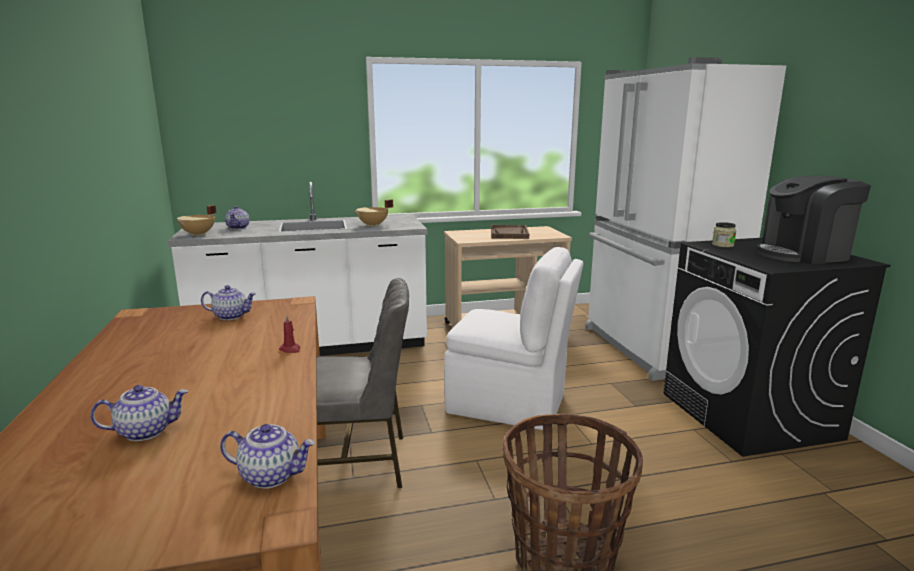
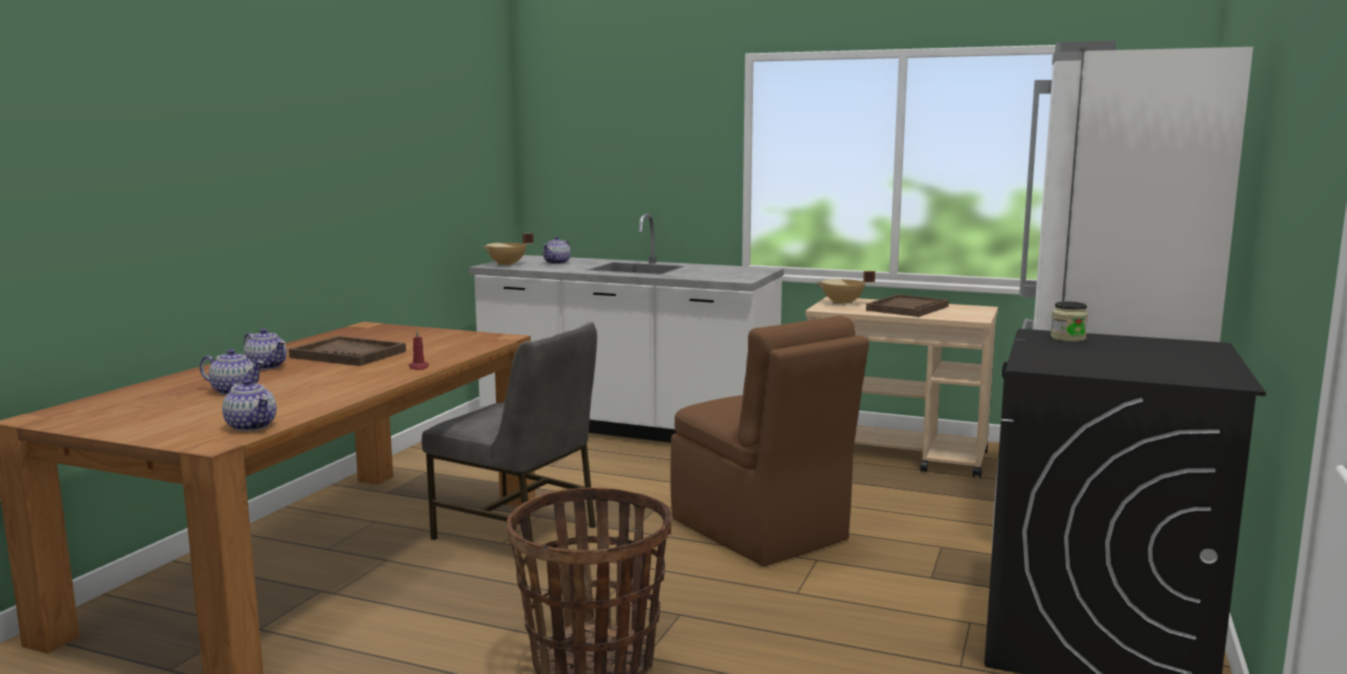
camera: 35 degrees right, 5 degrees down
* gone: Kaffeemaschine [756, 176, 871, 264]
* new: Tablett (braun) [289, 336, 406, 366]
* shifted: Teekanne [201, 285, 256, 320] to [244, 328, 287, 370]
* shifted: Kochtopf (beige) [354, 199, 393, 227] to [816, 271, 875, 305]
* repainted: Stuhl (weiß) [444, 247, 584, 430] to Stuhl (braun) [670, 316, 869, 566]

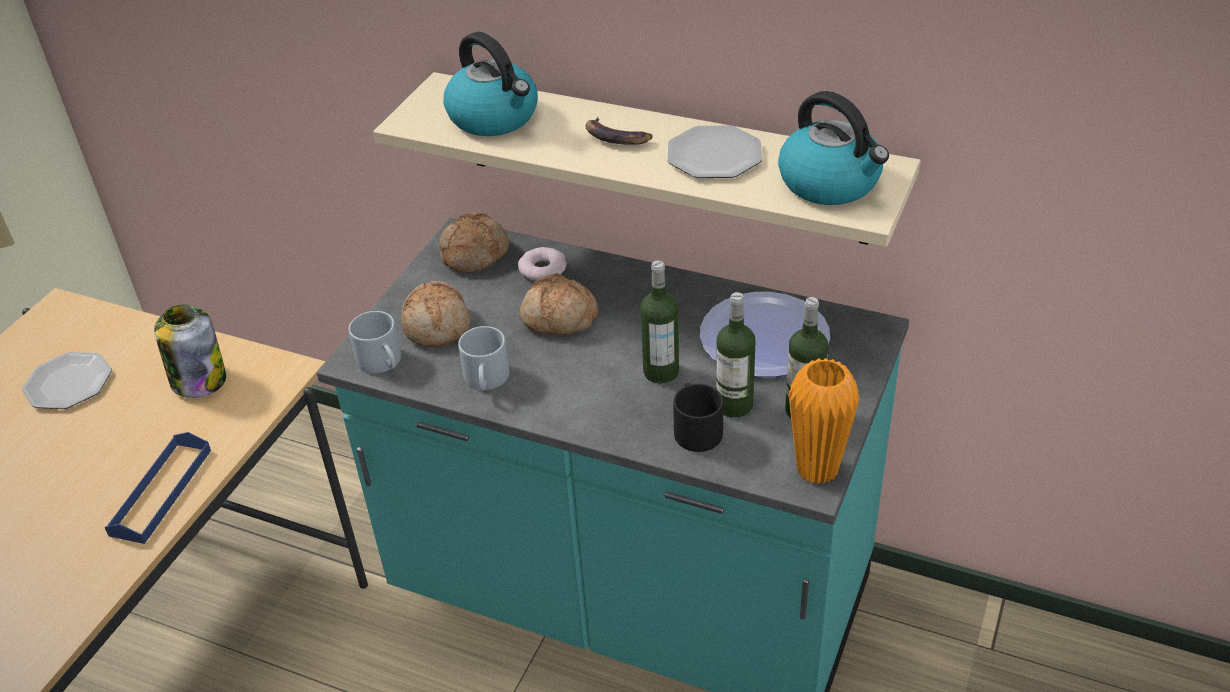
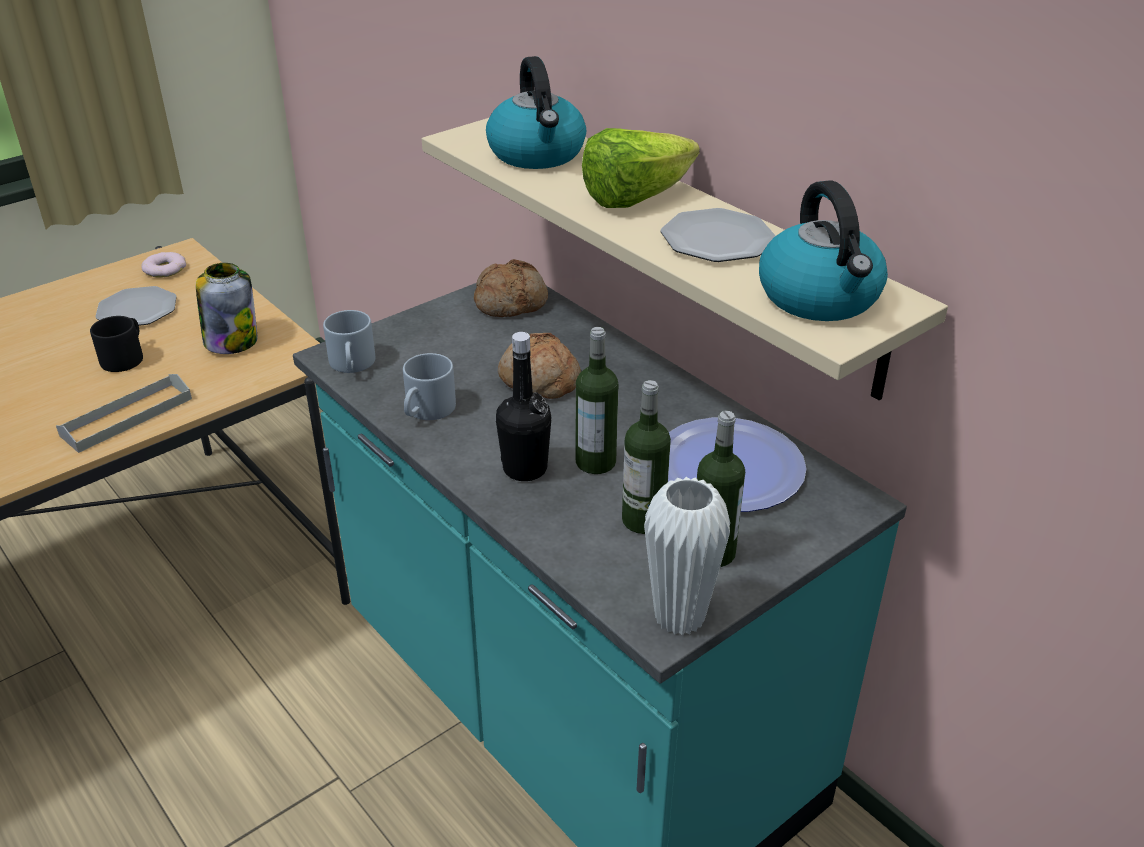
camera: 25 degrees right, 5 degrees down
* gone: Brot [401, 281, 470, 347]
* new: Flasche (schwarz) [496, 332, 552, 481]
* shifted: Donut [518, 247, 567, 281] to [141, 252, 186, 277]
* shifted: Henkelbecher (schwarz) [673, 383, 724, 452] to [90, 316, 143, 372]
* swapped: Banane [585, 117, 653, 145] to Salatkopf [582, 128, 700, 208]
* repainted: Tablett (blau) [104, 432, 211, 544] to Tablett (grau) [56, 374, 192, 453]
* repainted: Vase (orange) [789, 358, 859, 485] to Vase (weiß) [644, 477, 730, 635]

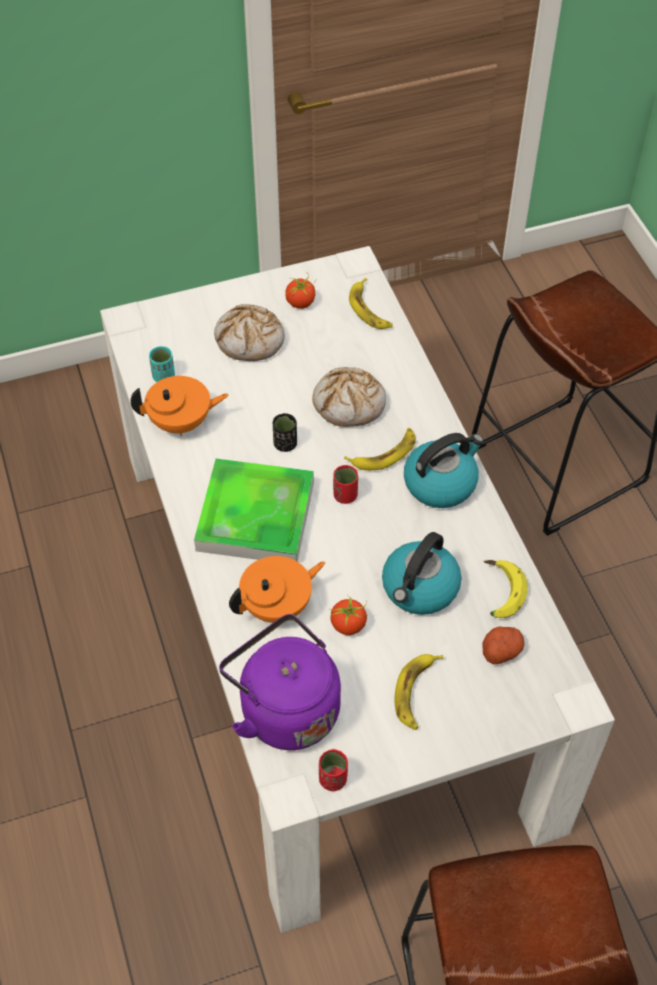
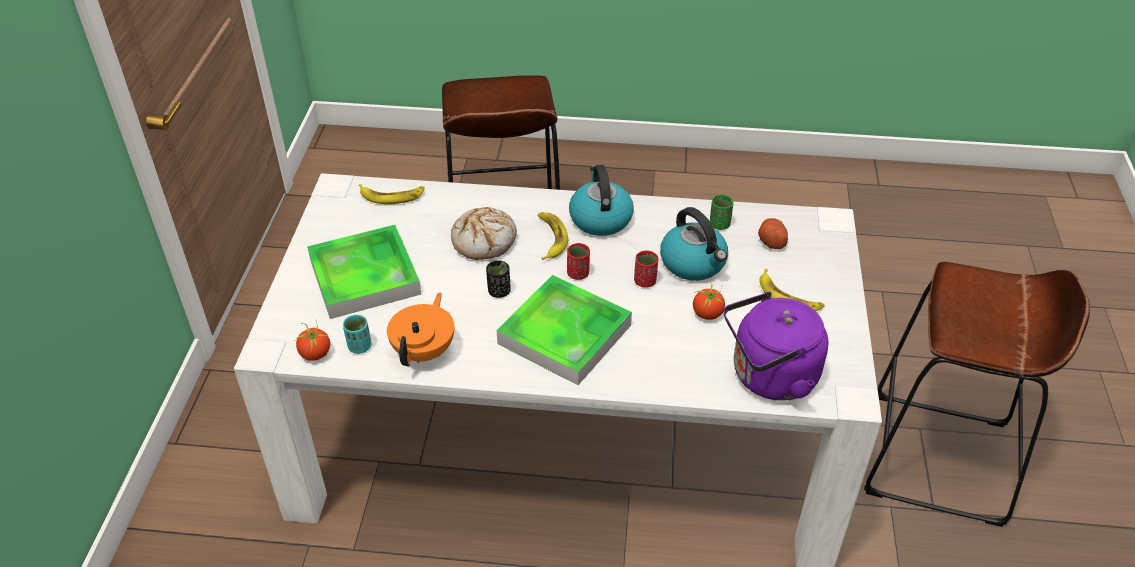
camera: 65 degrees left, 10 degrees down
* gone: Teekanne (orange) [229, 556, 325, 623]
* shifted: Tomate [285, 274, 317, 309] to [294, 322, 330, 361]
* shifted: Tasse (rot) [319, 749, 348, 791] to [634, 250, 658, 288]
* swapped: Brot [214, 304, 285, 361] to Tablett [307, 224, 421, 319]
* swapped: Banane [484, 560, 528, 618] to Tasse (grün) [710, 195, 734, 230]

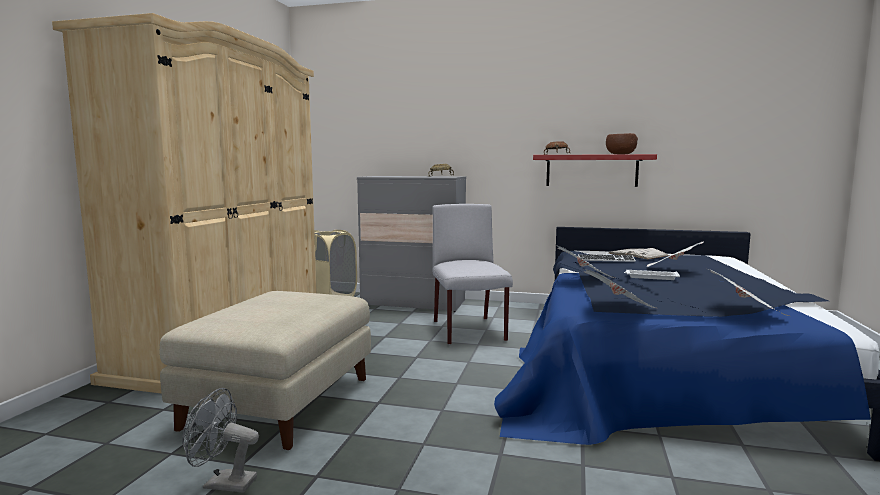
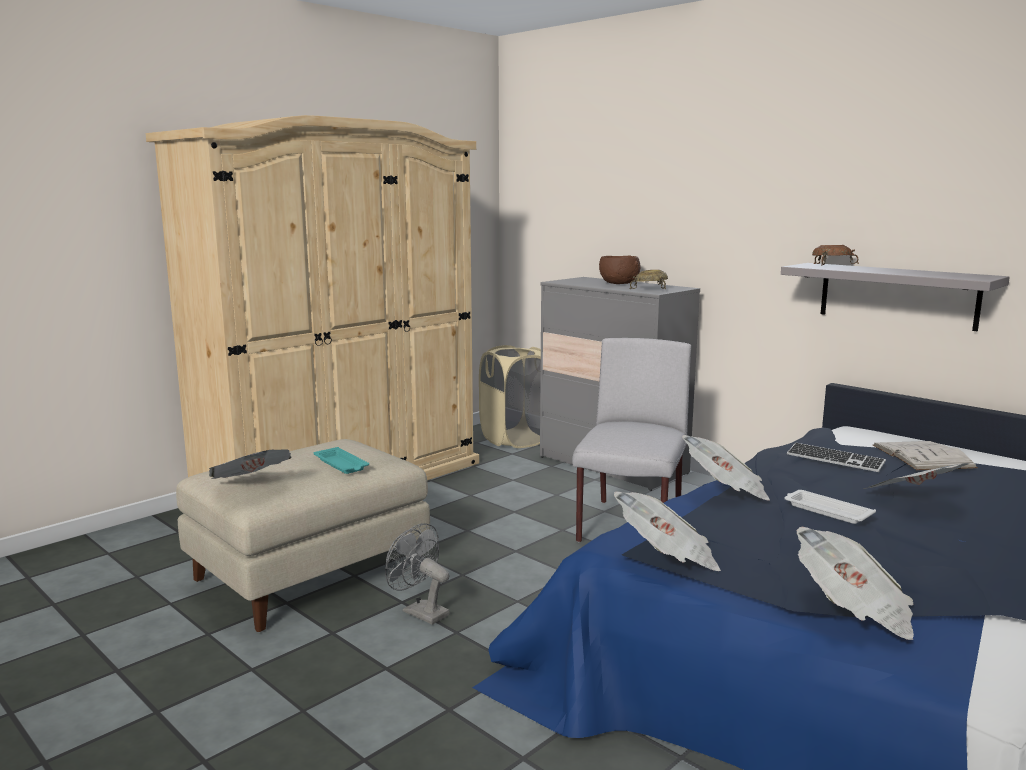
camera: 30 degrees right, 5 degrees up
* new: Zeitung [209, 449, 291, 479]
* new: Tablett (türkis) [314, 447, 369, 474]
* shifted: Ventilator (grau) [182, 388, 259, 493] to [385, 523, 450, 625]
* shifted: Schüssel (braun) [606, 133, 638, 154] to [599, 255, 641, 284]
* repainted: Wandregal (rot) [533, 154, 657, 187] to Wandregal (grau) [781, 263, 1010, 331]

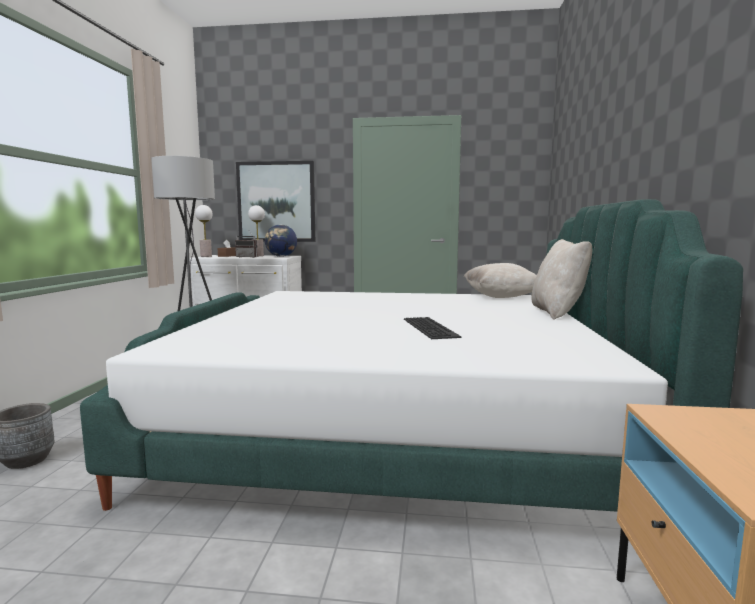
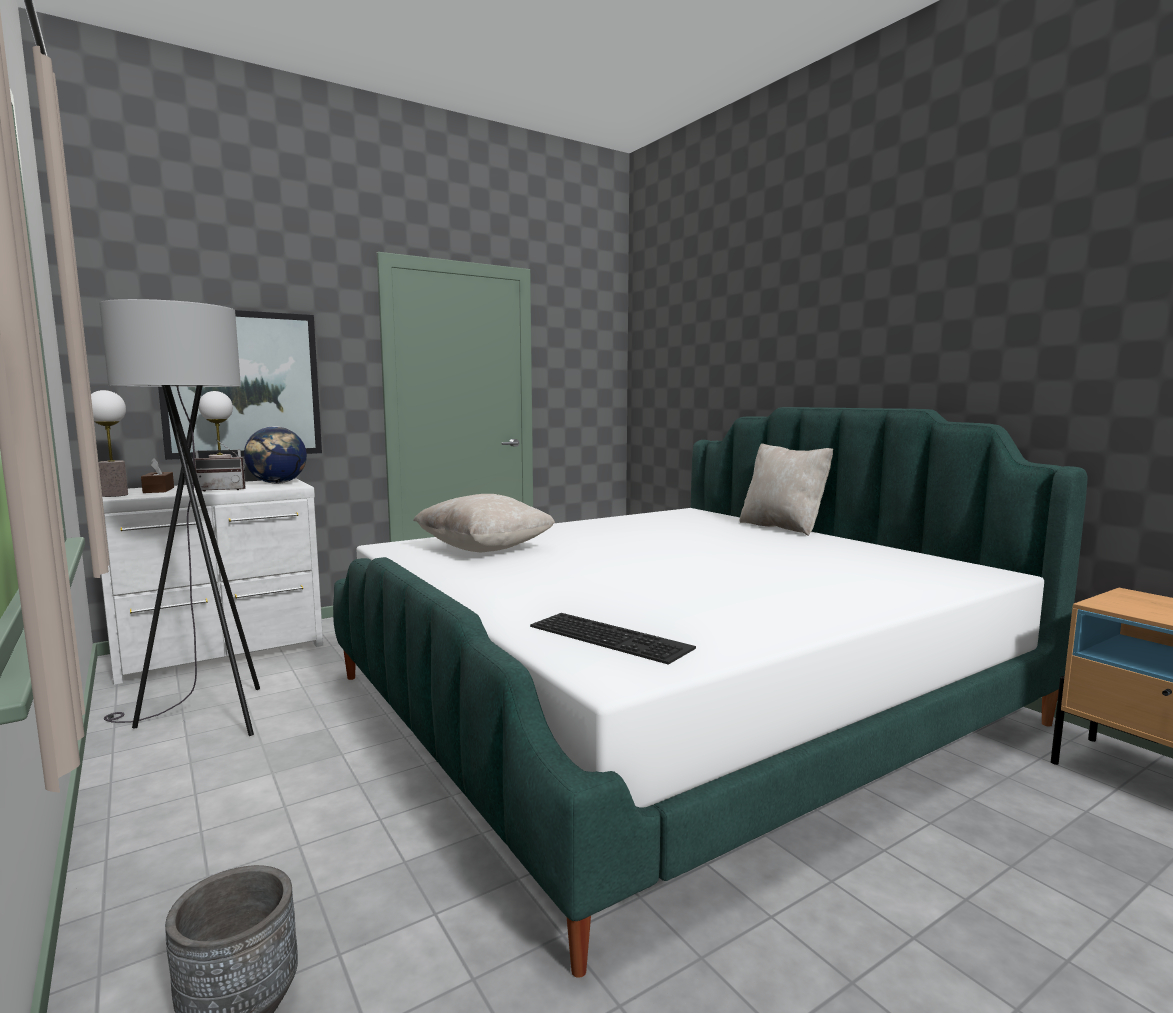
camera: 40 degrees left, 0 degrees up
* shifted: Tastatur [404, 317, 461, 339] to [530, 613, 696, 665]
* shifted: Kissen (beige) [464, 263, 537, 298] to [413, 494, 555, 552]

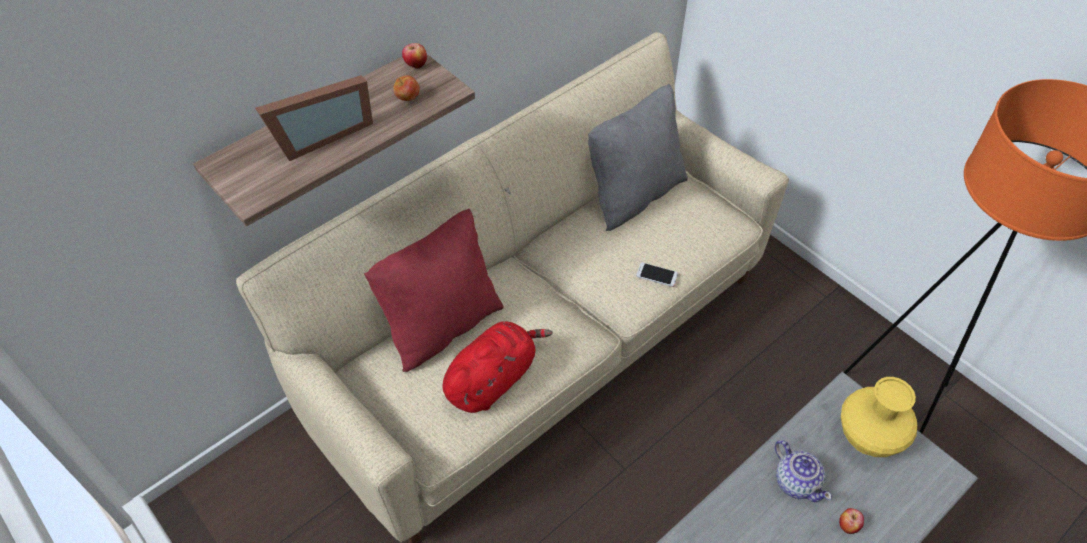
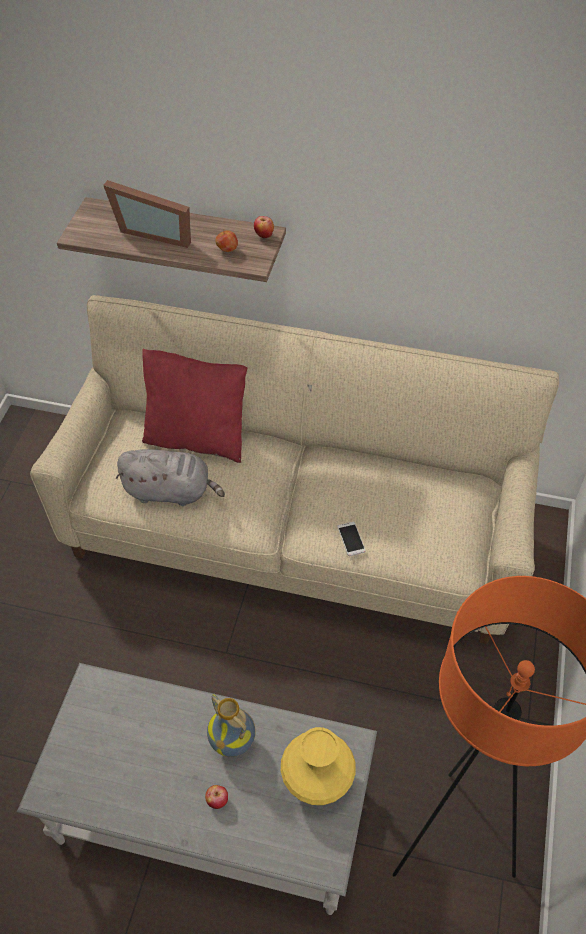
camera: 55 degrees right, 0 degrees up
* gone: Kissen (grau) [588, 84, 688, 231]
* swapped: Teekanne [775, 440, 832, 502] to Vase [207, 694, 256, 757]
* repainted: Plüschtier (rot) [442, 321, 553, 413] to Plüschtier (grau) [116, 449, 225, 506]

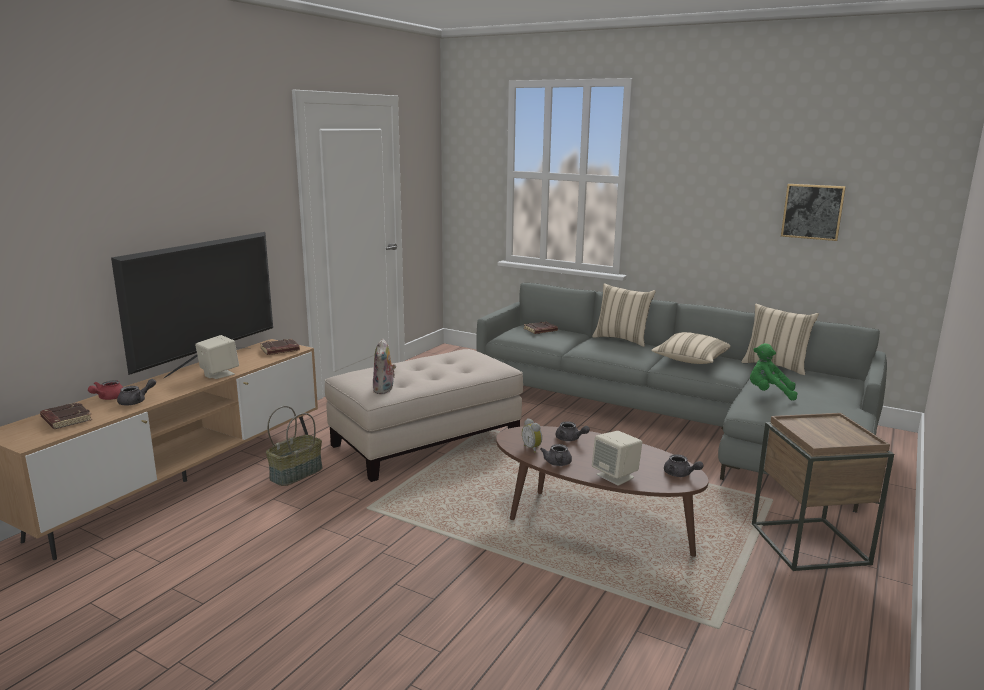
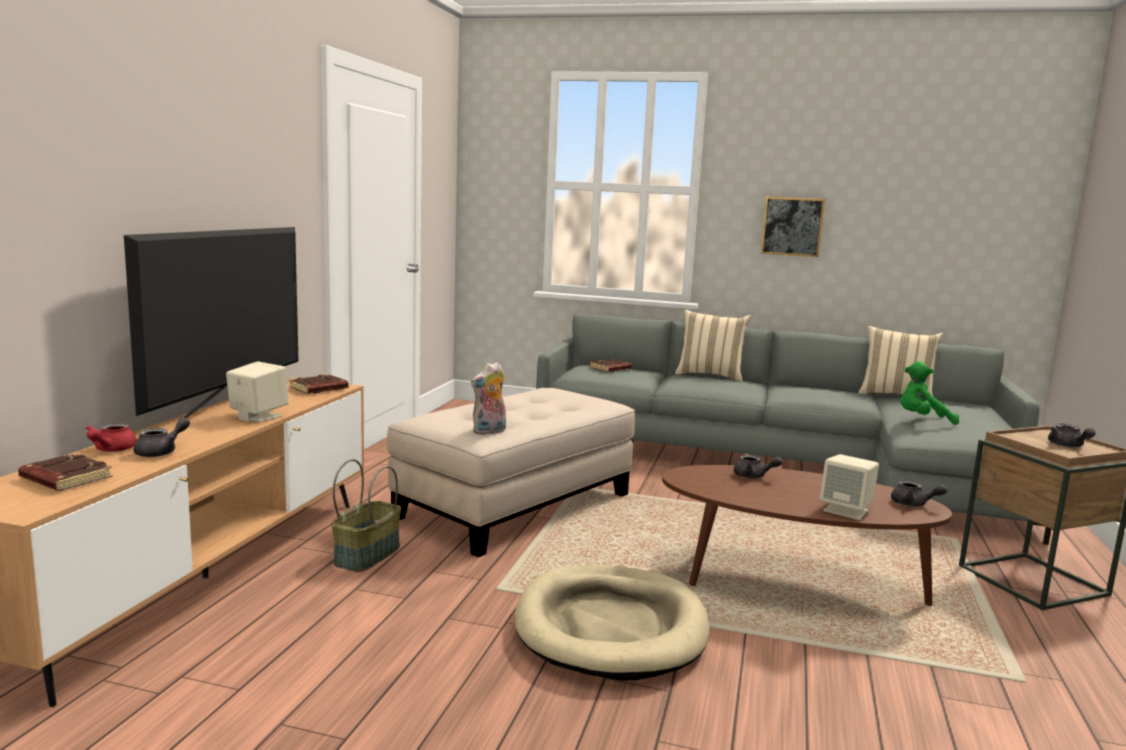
camera: 15 degrees left, 5 degrees down
* gone: Wecker [522, 418, 542, 453]
* gone: Kissen (beige) [651, 332, 731, 364]
* new: Hundebett (beige) [514, 565, 710, 681]
* shifted: Teekanne (grau) [540, 444, 572, 466] to [1048, 423, 1096, 447]
* shifted: Bild [781, 184, 846, 241] to [761, 197, 825, 257]
* rotated: Plüschtier [373, 338, 396, 394] = [471, 362, 506, 435] 60 degrees clockwise

